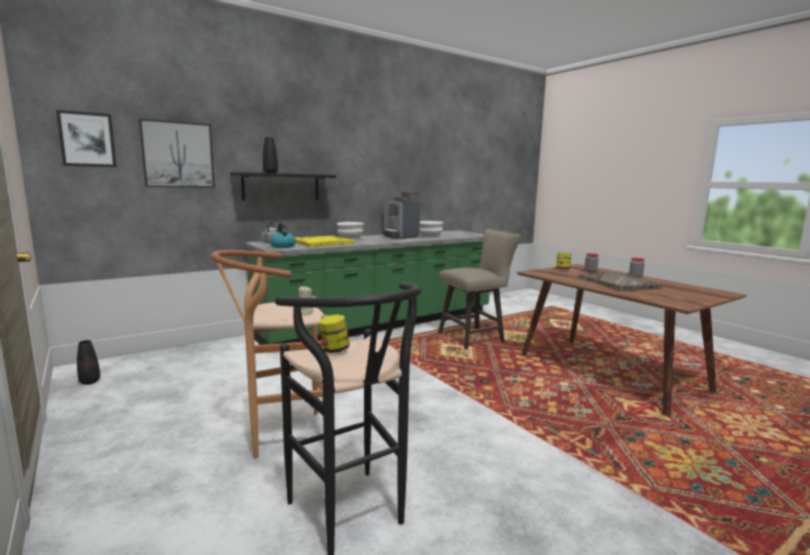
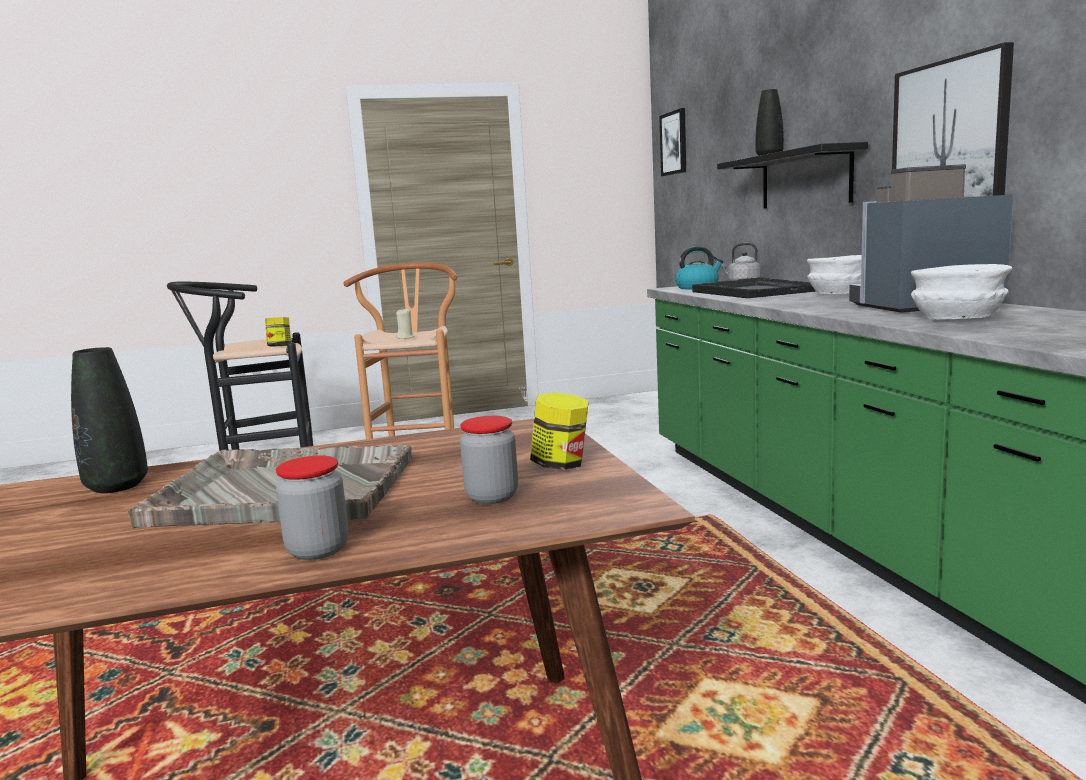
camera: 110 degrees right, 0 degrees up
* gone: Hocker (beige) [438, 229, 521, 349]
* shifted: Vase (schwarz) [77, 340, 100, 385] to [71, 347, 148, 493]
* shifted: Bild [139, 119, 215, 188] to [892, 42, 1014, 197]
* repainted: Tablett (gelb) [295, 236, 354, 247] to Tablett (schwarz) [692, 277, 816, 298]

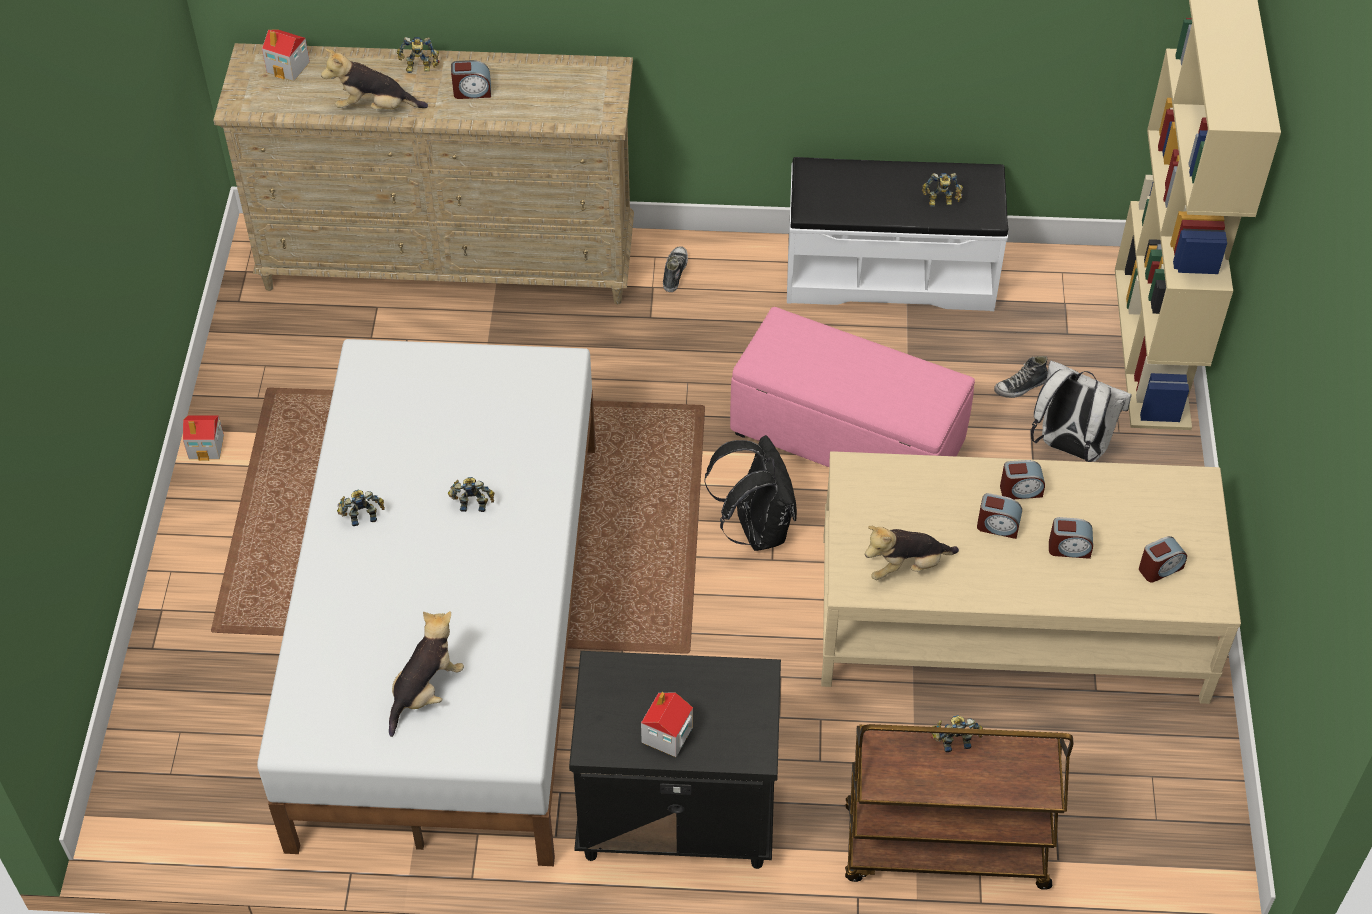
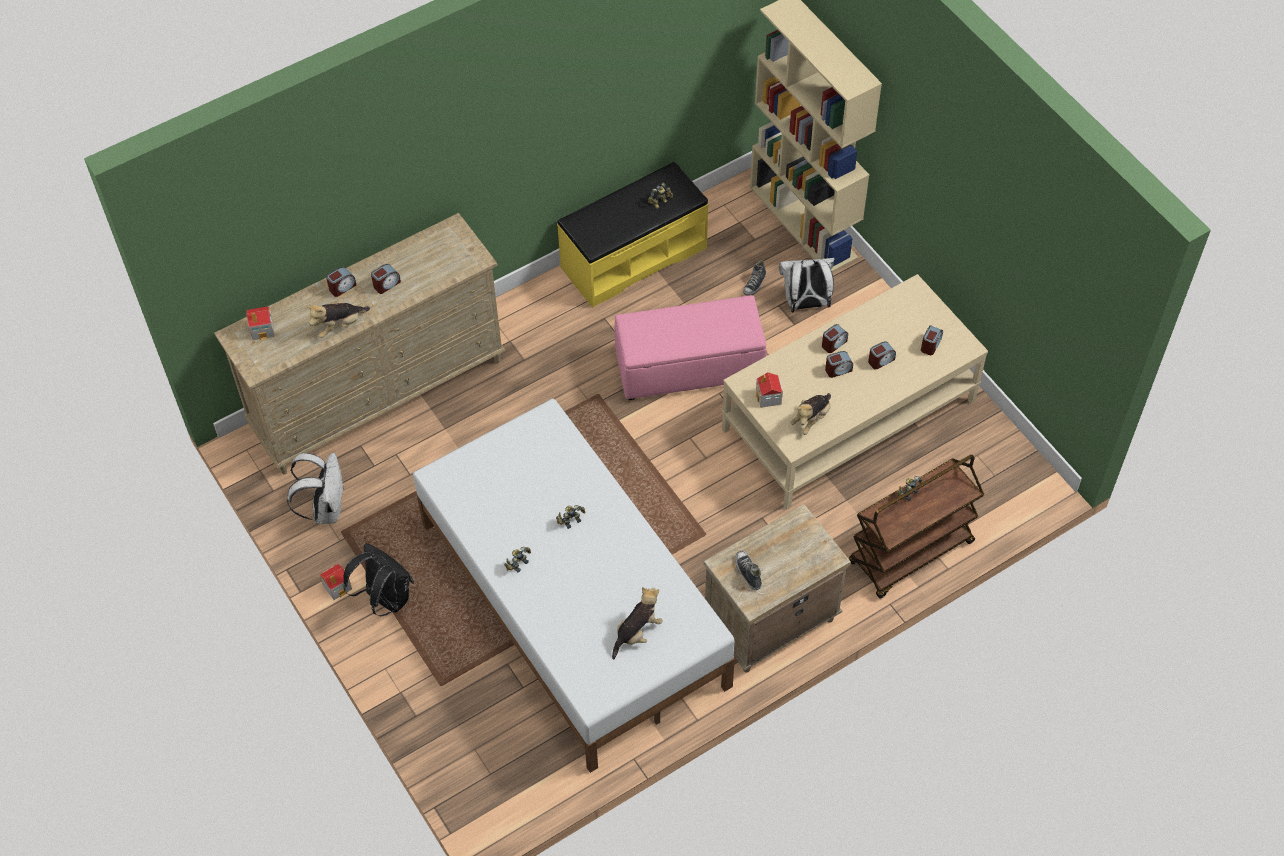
camera: 35 degrees left, 5 degrees up
* new: Rucksack (weiß) [287, 453, 344, 524]
* shifted: Spielzeughaus [641, 692, 693, 757] to [756, 372, 783, 408]
* shifted: Schuh [663, 246, 688, 292] to [735, 550, 762, 590]
* shifted: Rucksack (schwarz) [704, 435, 797, 551] to [343, 543, 414, 616]
* swapped: Spielzeugroboter [397, 37, 439, 73] to Wecker [326, 267, 356, 297]
* repainted: Nachttisch (schwarz) [569, 651, 781, 869] to Nachttisch (beige) [703, 504, 851, 673]
* repainted: Bank (weiß) [787, 157, 1008, 311] to Bank (gelb) [557, 162, 709, 308]
* rotated: Plüschtier [389, 611, 464, 737] = [612, 587, 662, 660] 45 degrees clockwise

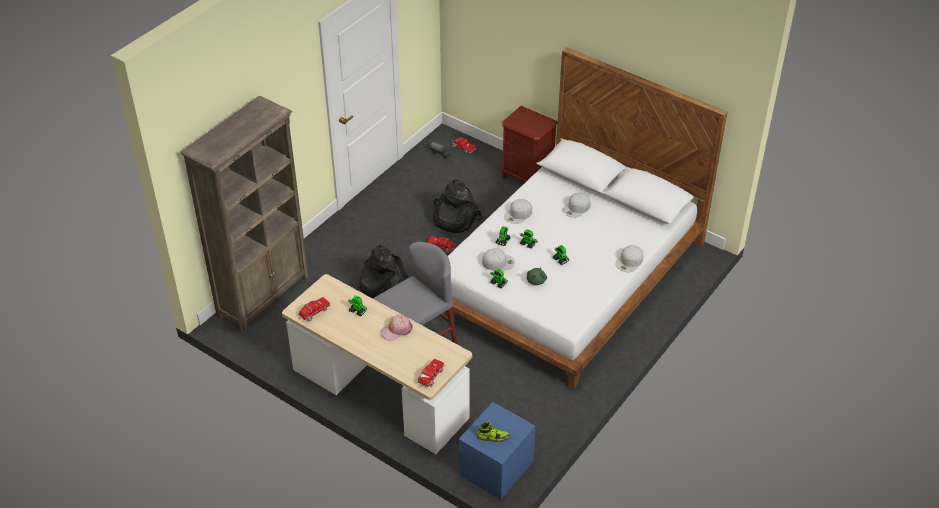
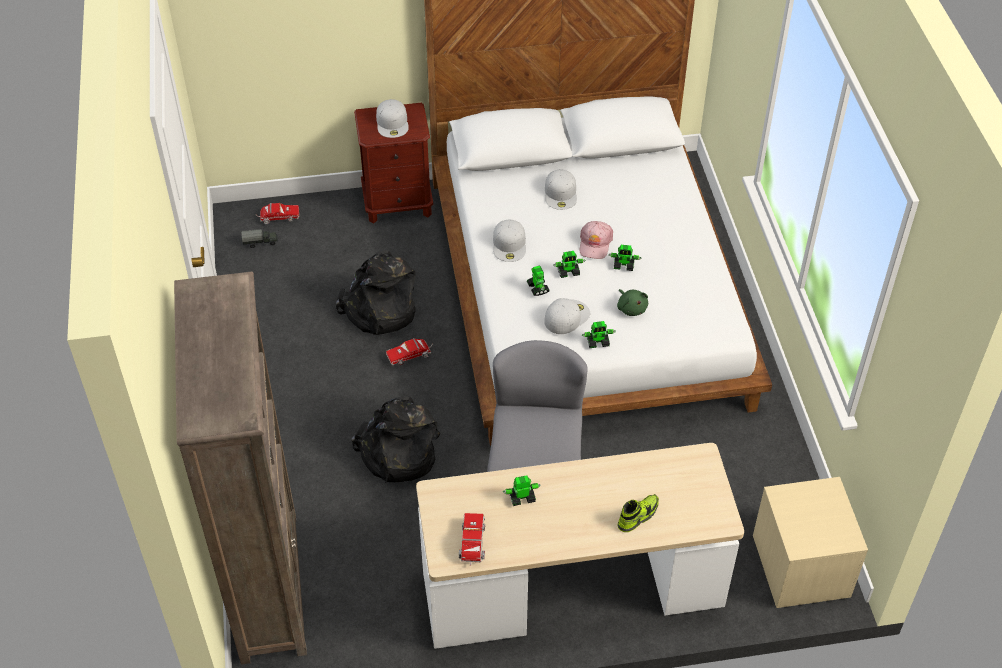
camera: 45 degrees left, 5 degrees up
* gone: Spielzeuglaster [418, 359, 445, 387]
* shifted: Kappe (rosa) [380, 314, 413, 341] to [579, 221, 613, 259]
* shifted: Schuh [477, 422, 510, 443] to [617, 494, 659, 532]
* shifted: Kappe (weiß) [615, 245, 643, 272] to [376, 99, 409, 138]
* repainted: Nachttisch (blau) [459, 402, 536, 499] to Nachttisch (beige) [753, 477, 868, 608]

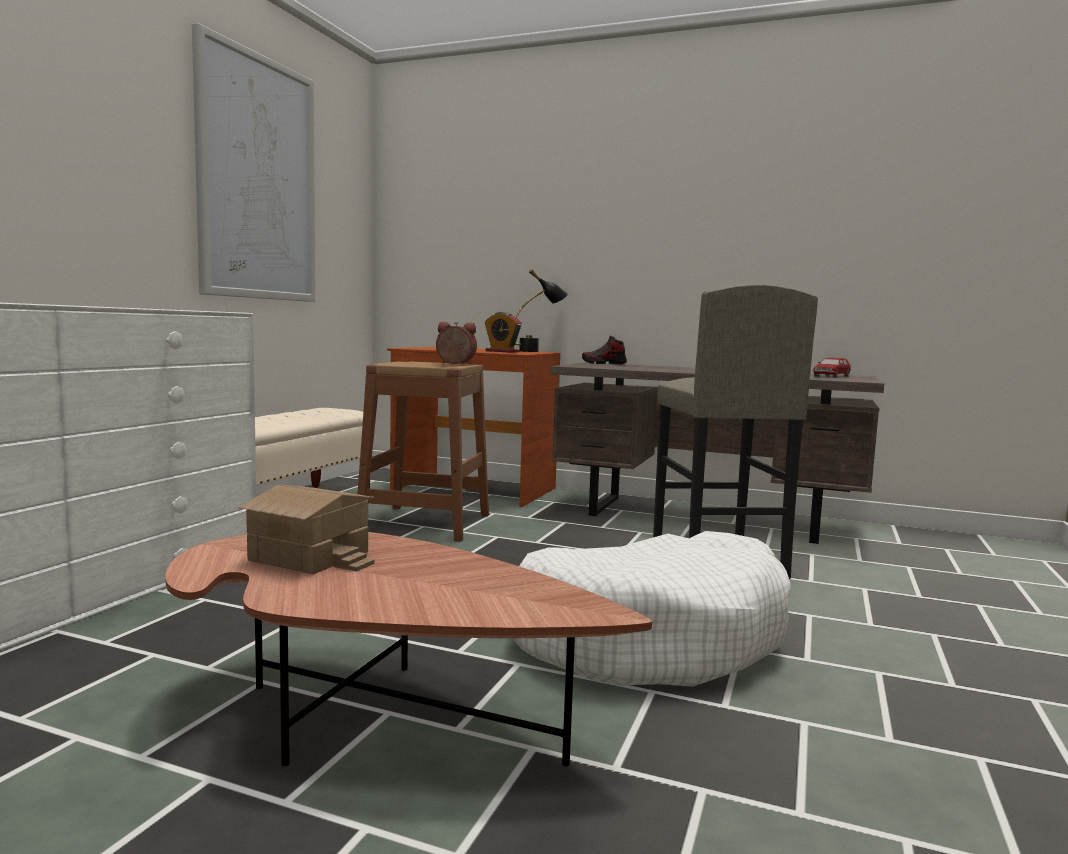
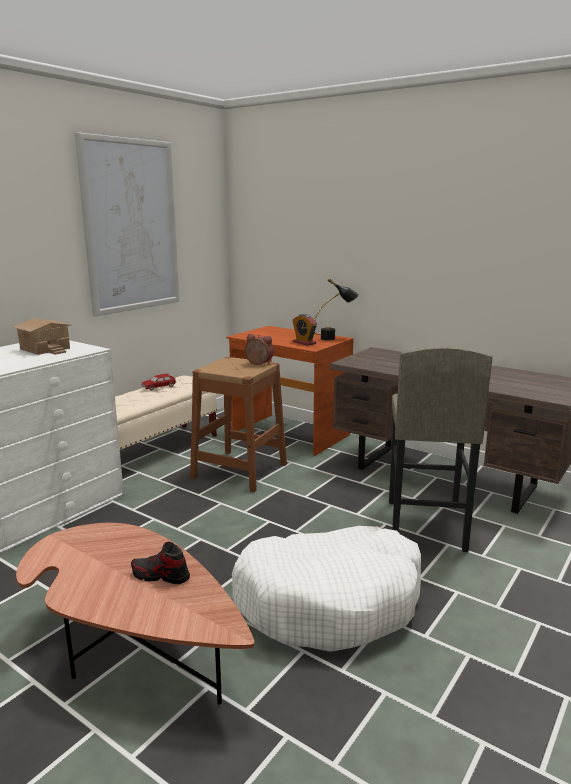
camera: 15 degrees right, 10 degrees up
* shifted: Spielzeughaus [238, 484, 375, 574] to [13, 318, 71, 355]
* shifted: Schuh [582, 335, 627, 365] to [131, 542, 190, 584]
* shifted: Spielzeugauto [812, 358, 851, 378] to [141, 374, 176, 391]

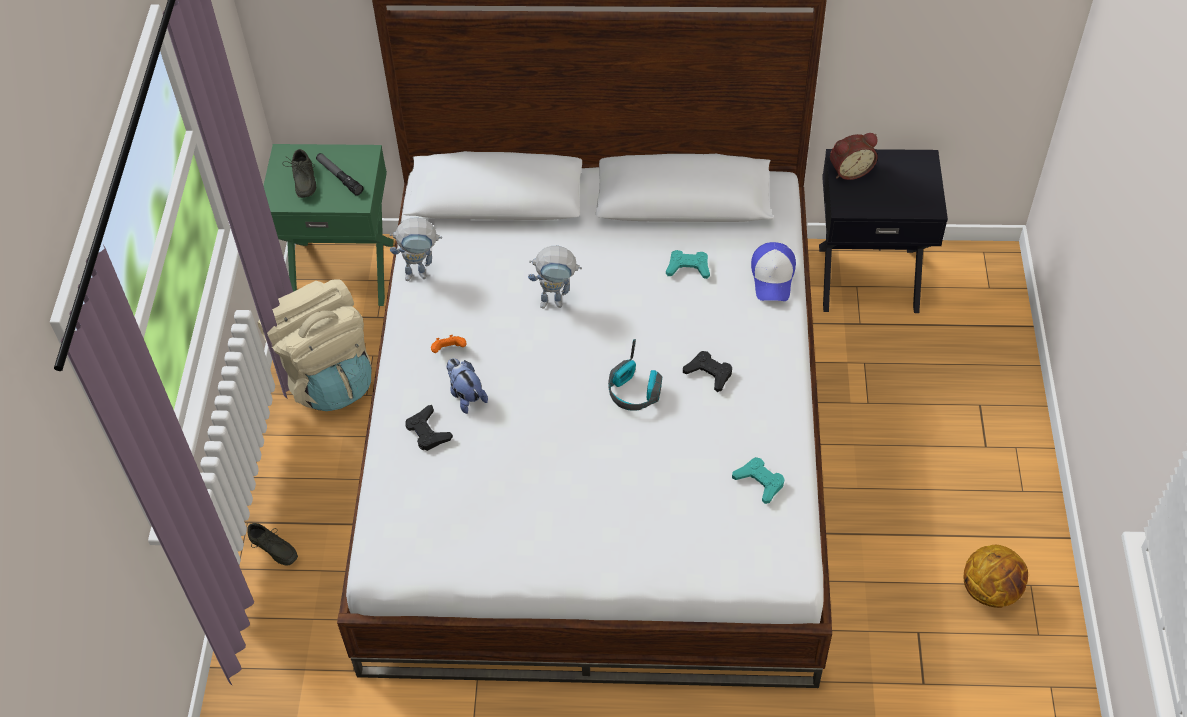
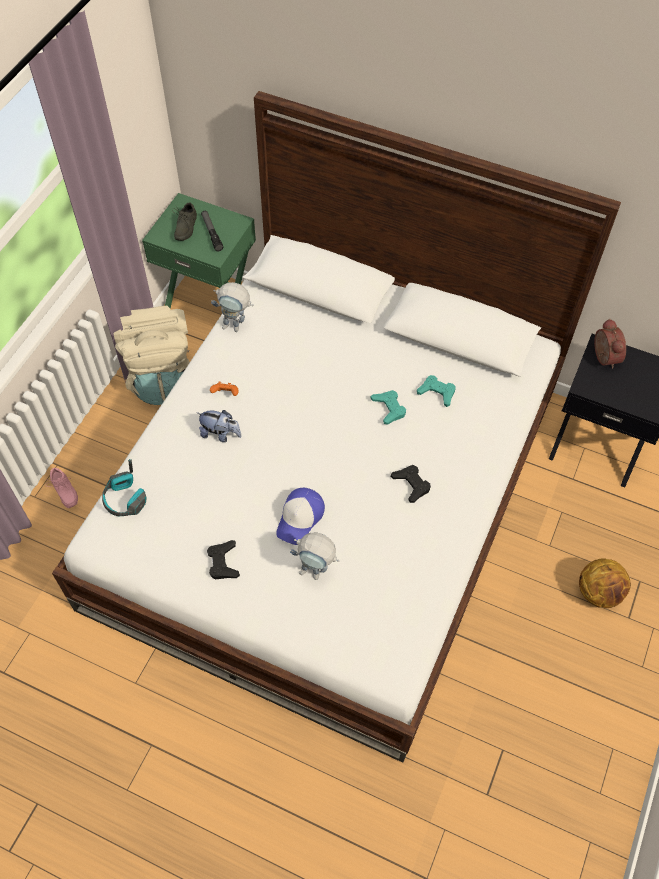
camera: 20 degrees right, 5 degrees up
* shifted: Gamepad (schwarz) [405, 405, 453, 451] to [207, 540, 240, 580]
* shifted: Spielzeugroboter [528, 246, 582, 309] to [290, 532, 339, 580]
* shifted: Kopfhörer [608, 339, 662, 411] to [102, 459, 147, 516]
* shifted: Gamepad (türkis) [732, 457, 785, 504] to [370, 390, 406, 425]
* shifted: Kappe [751, 242, 796, 301] to [276, 488, 325, 545]
* shifted: Basketball [964, 545, 1028, 608] to [579, 558, 631, 608]
* repainted: Schuh (grau) [247, 523, 298, 566] to Schuh (rosa) [46, 468, 78, 508]
* rotated: Plüschtier [446, 358, 488, 414] = [198, 410, 242, 442] 120 degrees clockwise
* rotated: Wecker [830, 133, 878, 180] = [594, 318, 626, 369] 105 degrees counterclockwise

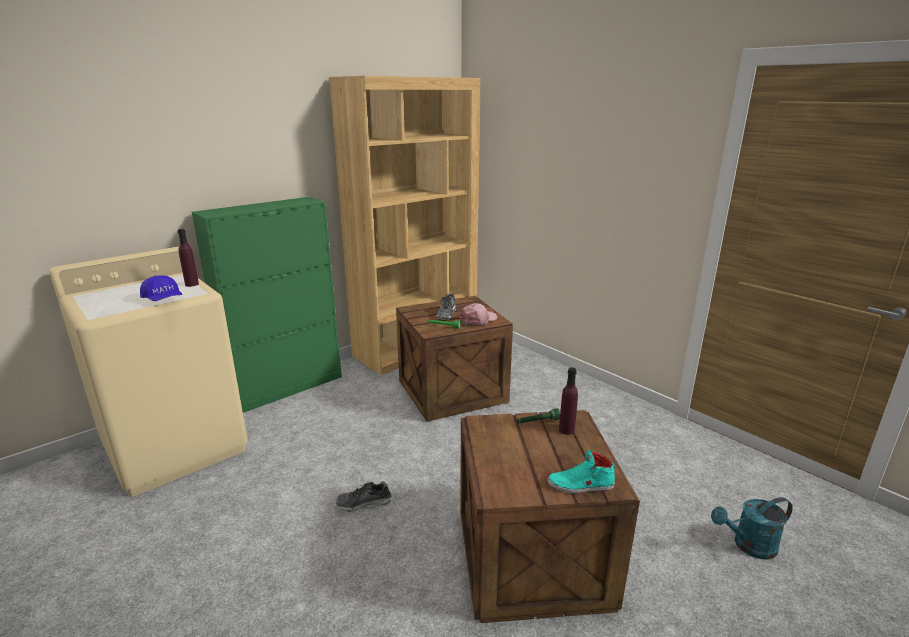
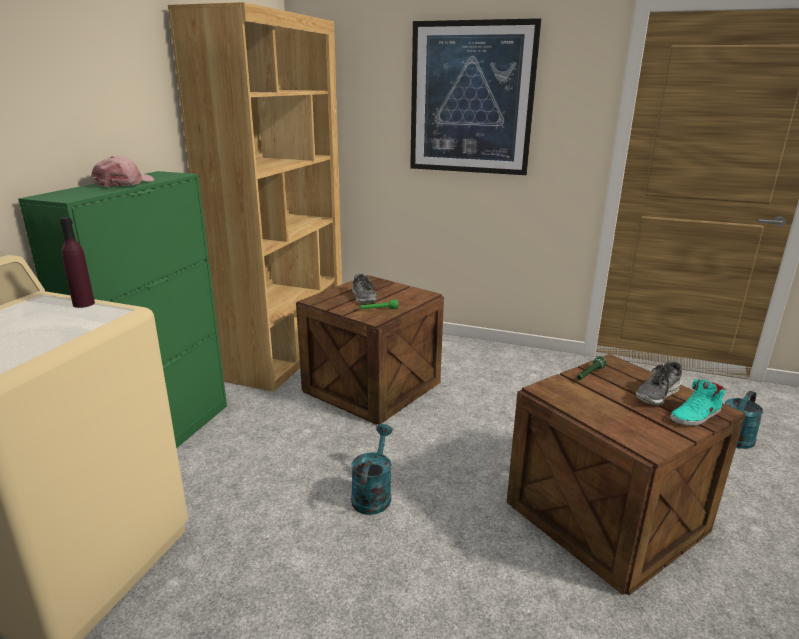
camera: 30 degrees left, 0 degrees up
* gone: Kappe (blau) [140, 275, 182, 301]
* gone: Flasche (lila) [559, 367, 578, 435]
* new: Gießkanne (türkis) [351, 424, 393, 515]
* new: Bild [410, 18, 541, 175]
* shifted: Schuh [335, 481, 392, 512] to [636, 361, 682, 406]
* shifted: Kappe (rosa) [459, 303, 497, 325] to [91, 156, 154, 187]

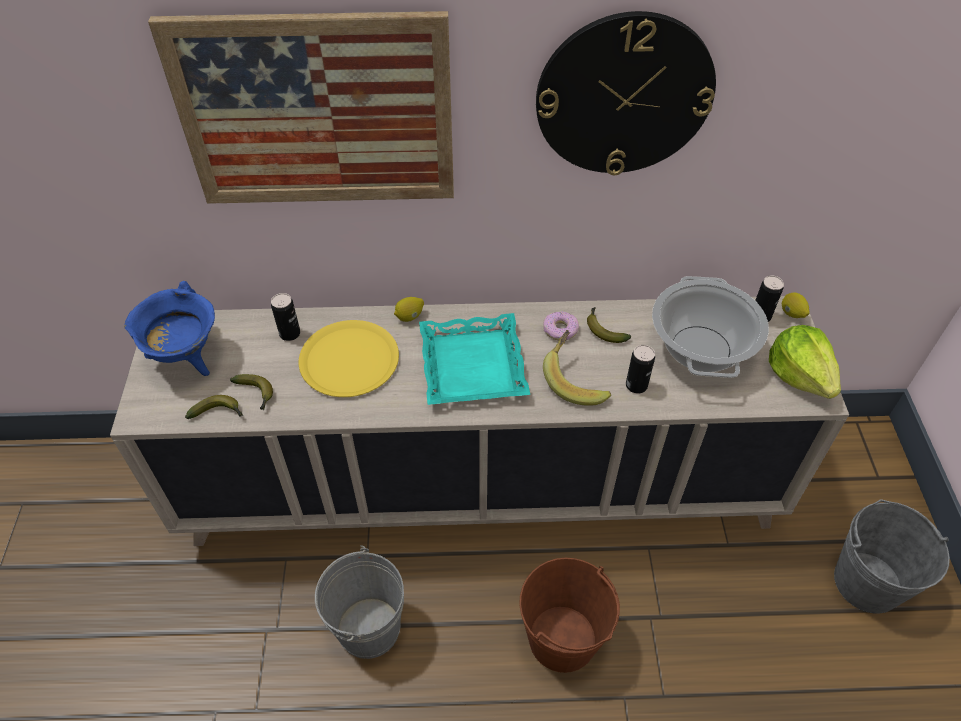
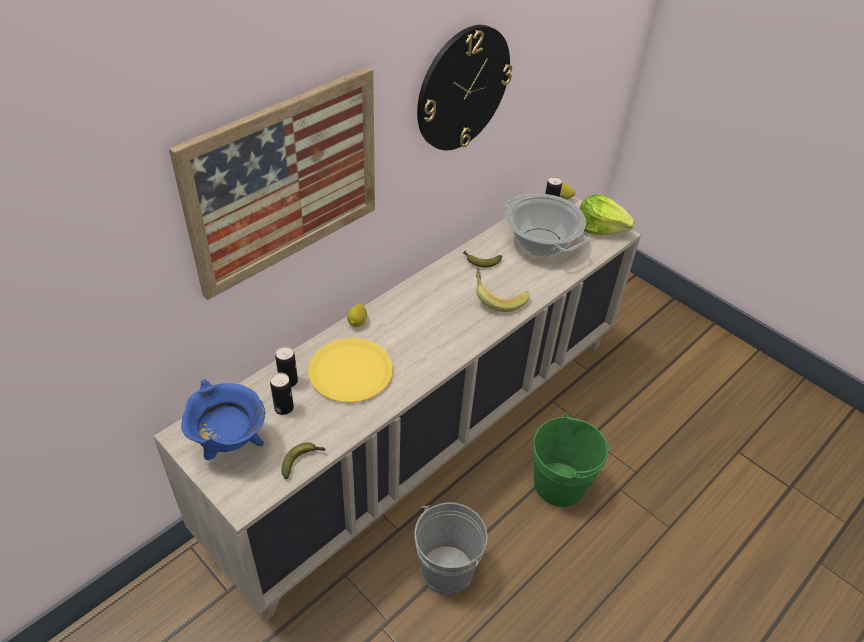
camera: 45 degrees left, 5 degrees down
* gone: Banane [230, 374, 273, 410]
* gone: Tablett (türkis) [419, 313, 530, 405]
* gone: Donut [543, 311, 579, 341]
* gone: Eimer (grau) [834, 499, 950, 614]
* shifted: Dose [626, 345, 655, 394] to [270, 373, 294, 415]
* repainted: Eimer (braun) [519, 558, 620, 673] to Eimer (grün) [533, 414, 610, 507]

